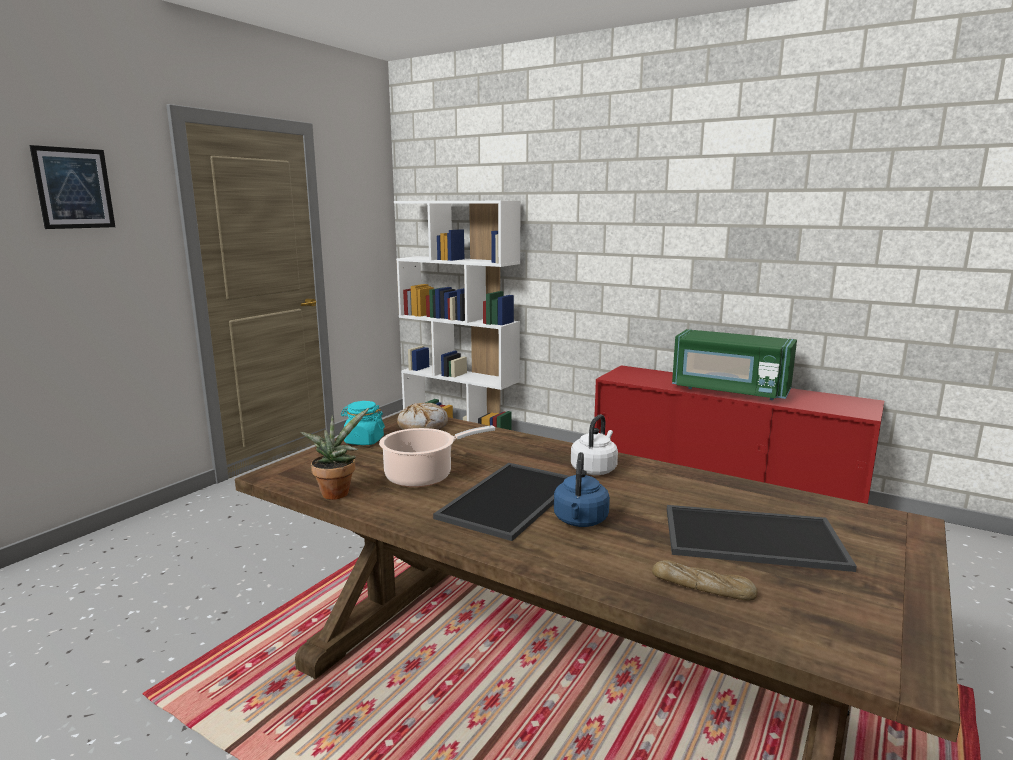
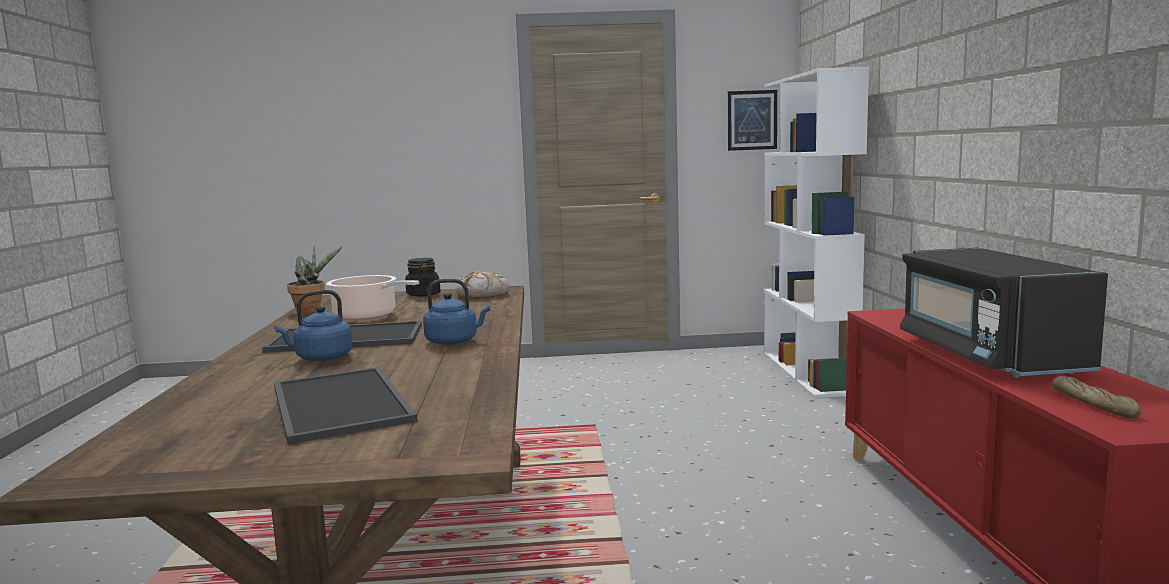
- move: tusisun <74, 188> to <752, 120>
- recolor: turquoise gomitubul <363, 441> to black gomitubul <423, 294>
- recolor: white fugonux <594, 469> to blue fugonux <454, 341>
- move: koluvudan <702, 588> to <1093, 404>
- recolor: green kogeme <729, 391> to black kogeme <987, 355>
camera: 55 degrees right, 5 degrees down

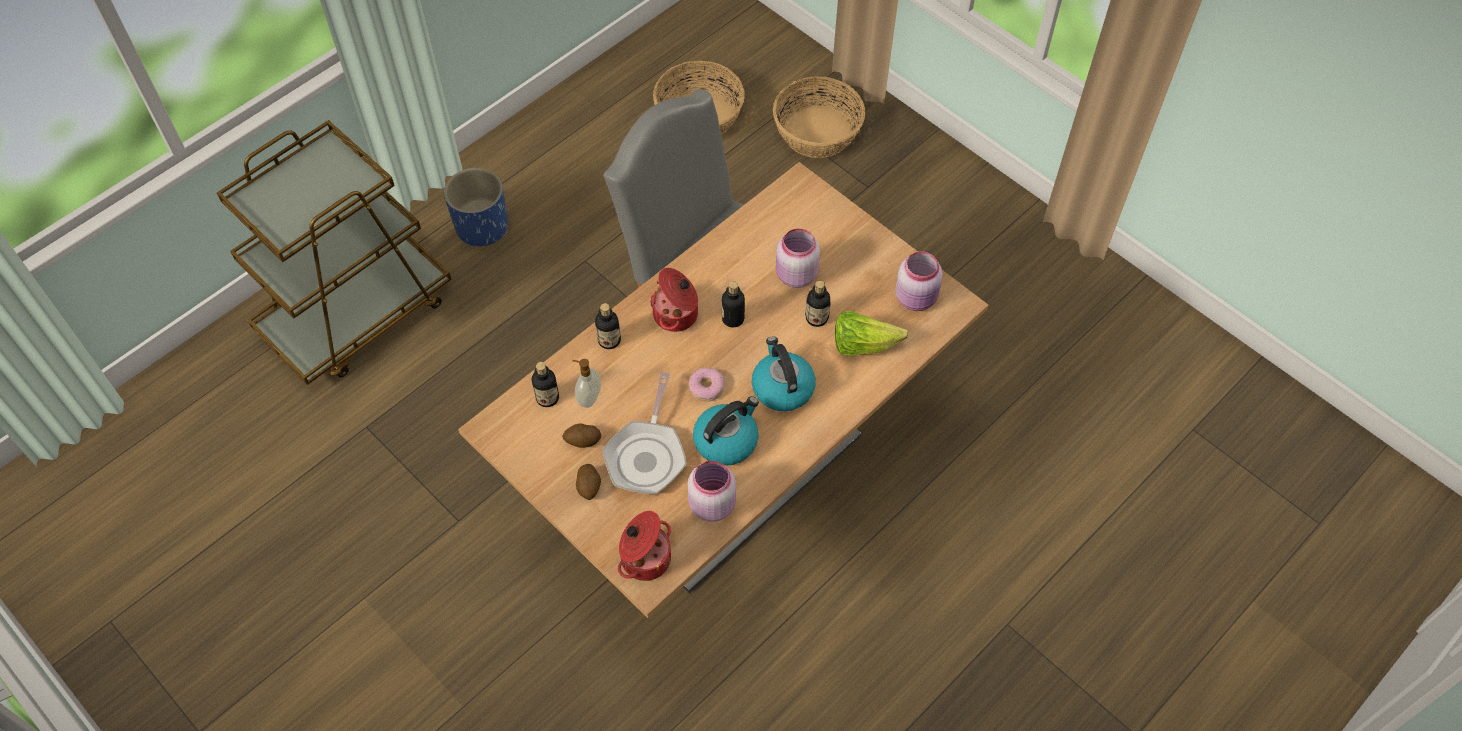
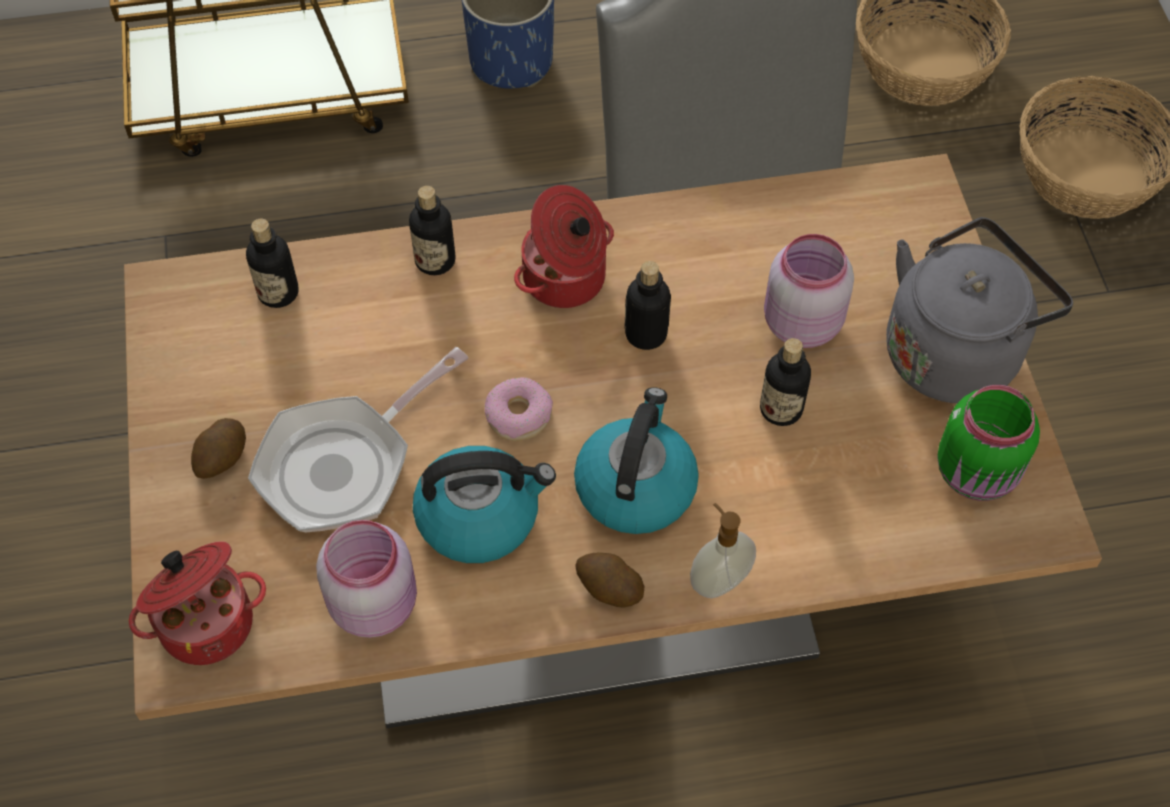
- move: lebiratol <582, 441> to <609, 588>
- move: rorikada <588, 397> to <718, 580>
- delete: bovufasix <863, 345>
- recolor: pink gomitubul <917, 298> to green gomitubul <978, 474>
- insert: grey fugonux <956, 350>
camera: 35 degrees right, 0 degrees up

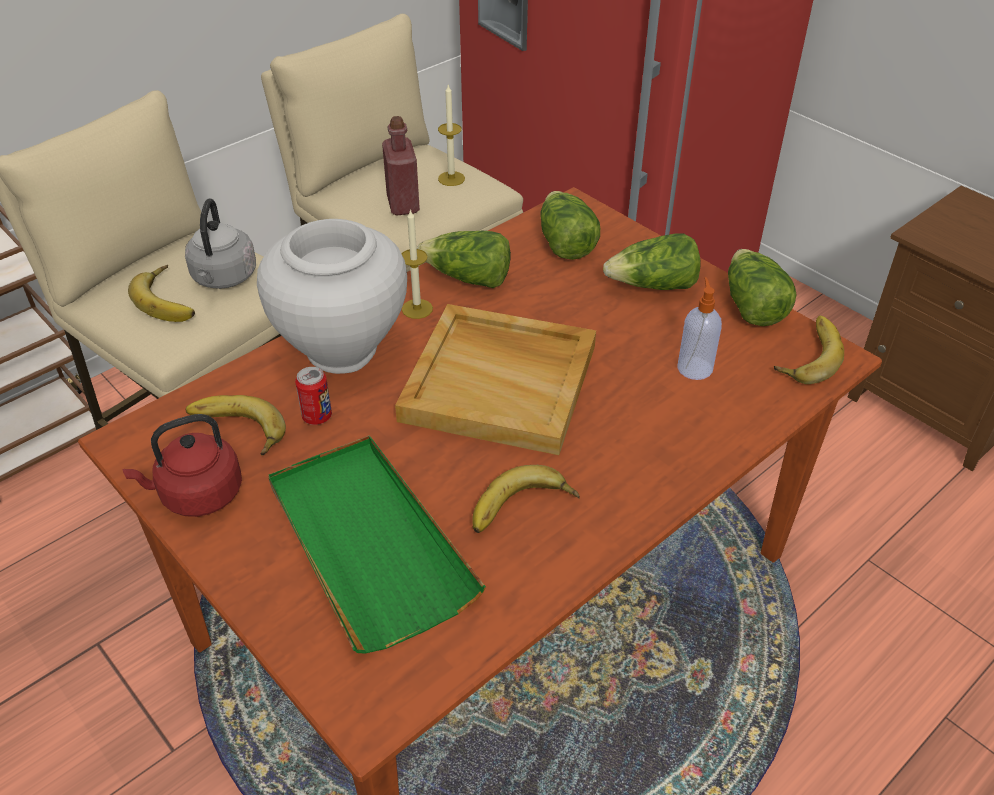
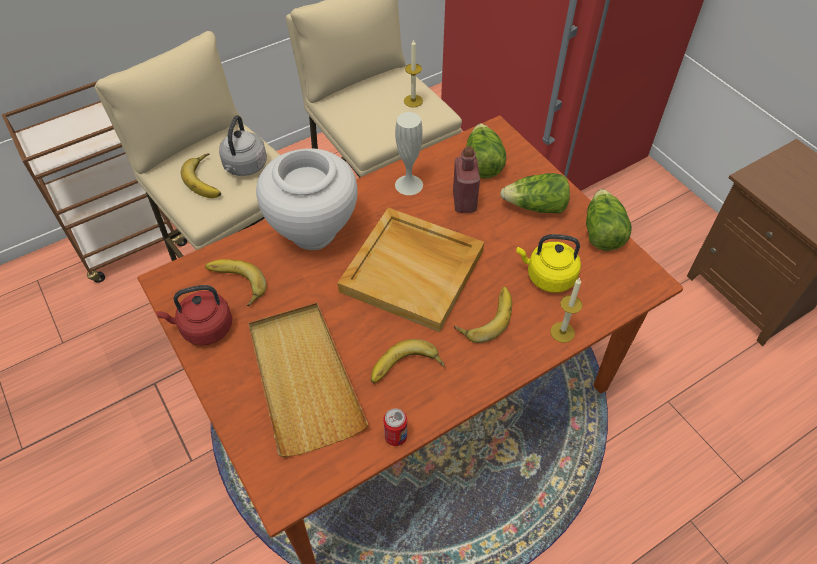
- recolor: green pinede <368, 543> to beige pinede <303, 378>
- move: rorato <317, 417> to <395, 436>
- move: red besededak <403, 204> to <464, 201>
- move: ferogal <417, 309> to <562, 332>
- replace: bovufasix <468, 278> to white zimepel <409, 185>
- replace: rorikada <694, 367> to yellow fugonux <548, 276>
- move: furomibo <806, 354> to <485, 316>
camera: 10 degrees right, 10 degrees up

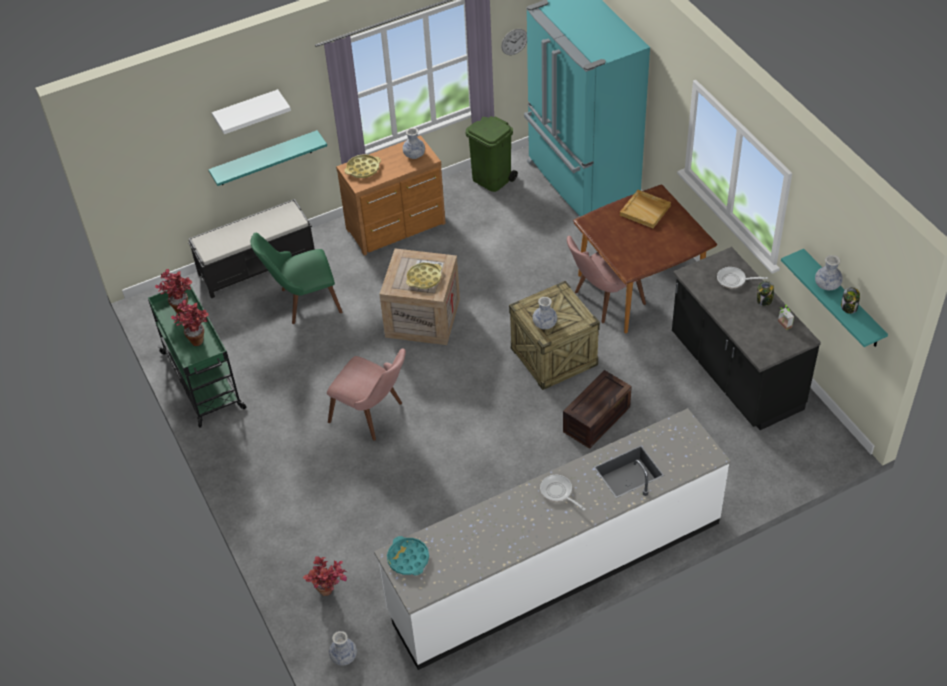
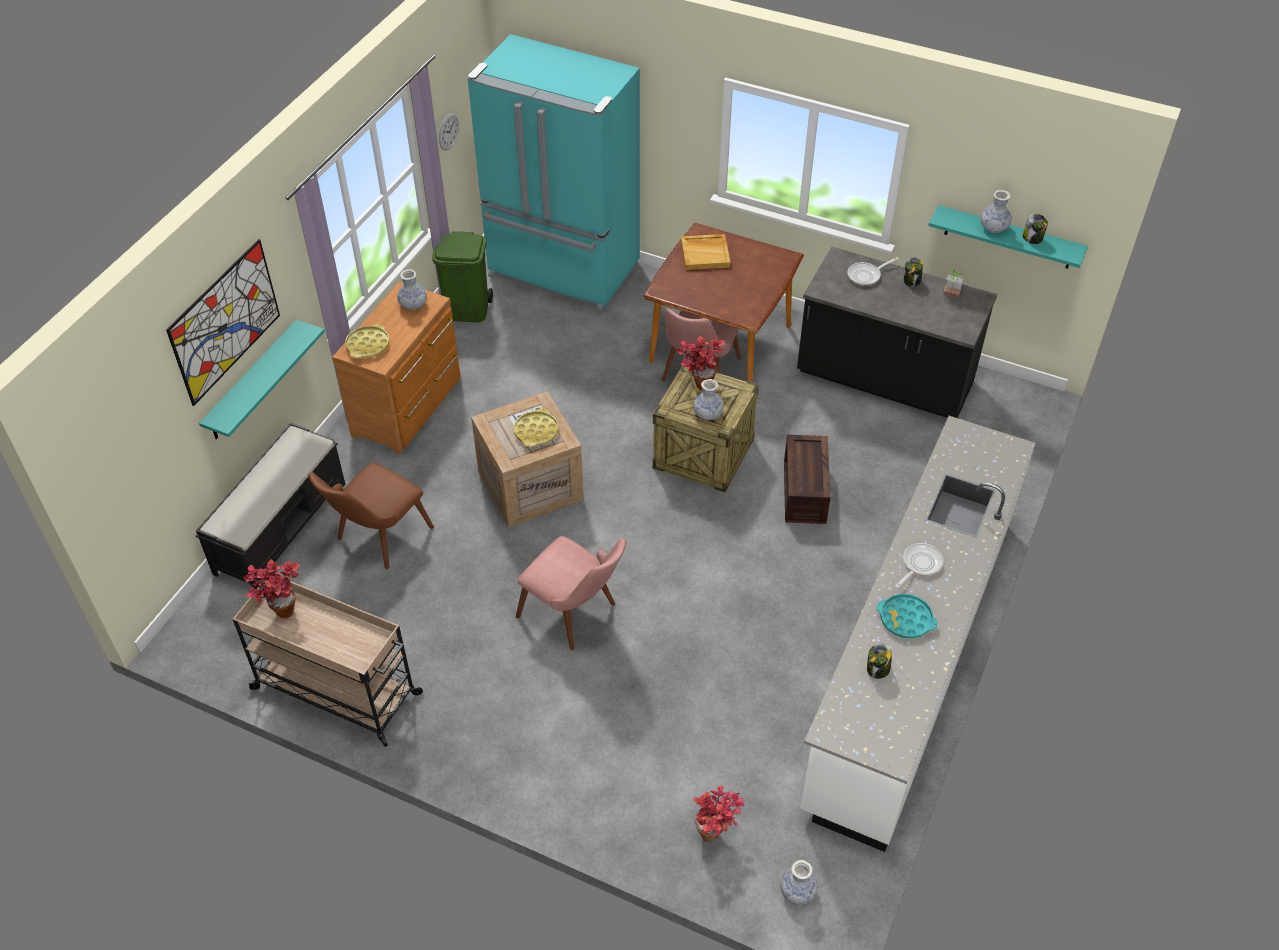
- recolor: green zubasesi <203, 381> to beige zubasesi <338, 692>
- move: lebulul <196, 338> to <698, 383>
- replace: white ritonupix <247, 110> to tusisun <225, 321>
- recolor: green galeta <302, 302> to brown galeta <376, 540>
- rotate: pink galeta <374, 415> = <576, 615> 45 degrees clockwise
- move: turquoise pinede <408, 558> to <906, 619>
- rotate: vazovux <558, 492> = <919, 564> 120 degrees clockwise
- insert: gomitubul <878, 669>
camera: 40 degrees left, 0 degrees up

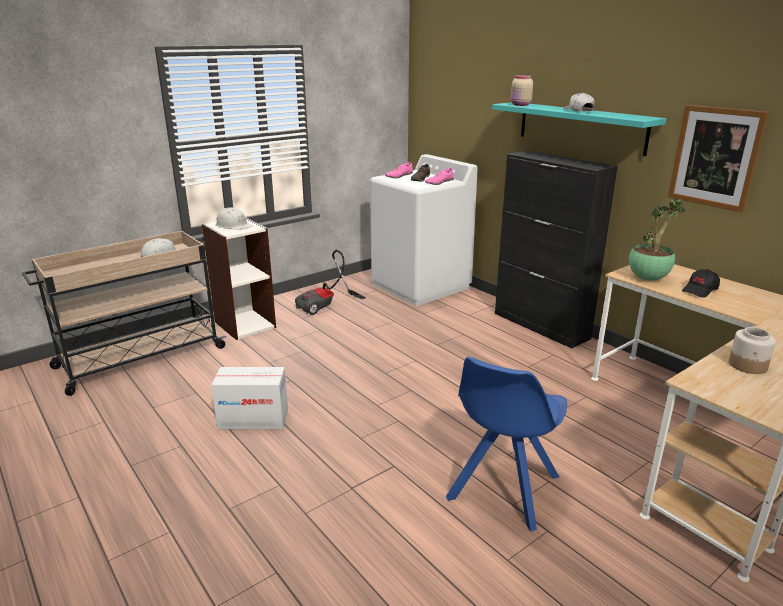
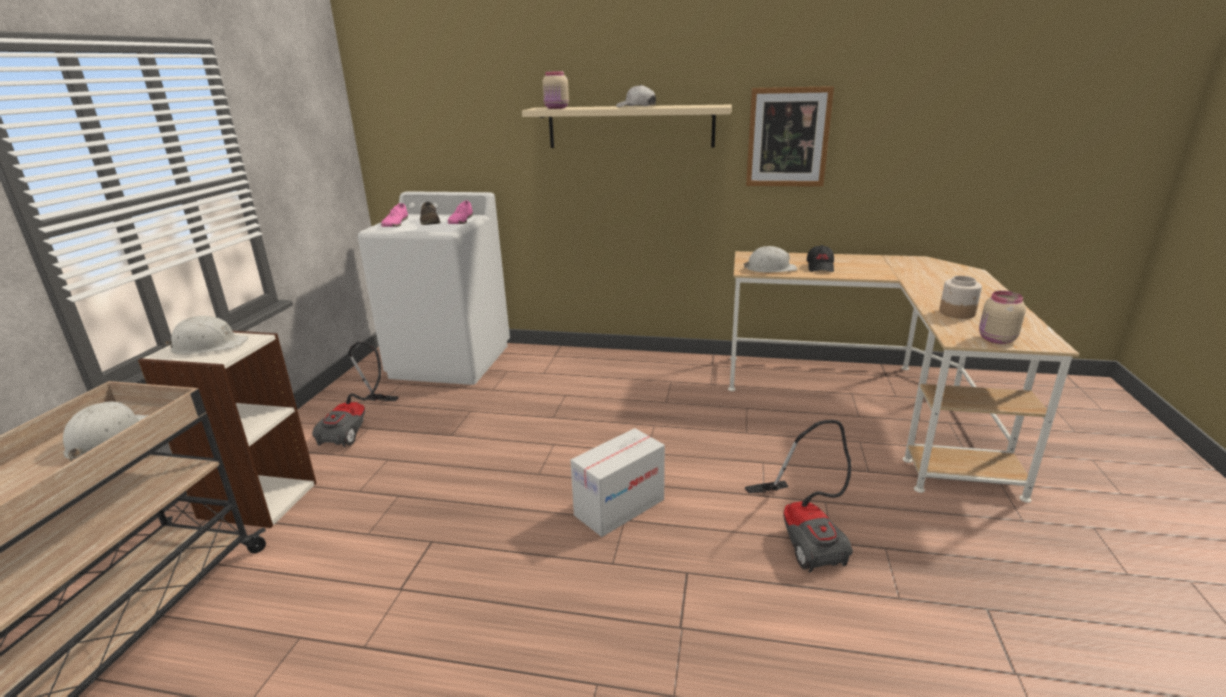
- move: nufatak <253, 419> to <619, 507>
- replace: blue galeta <502, 489> to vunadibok <805, 533>
- recolor: turquoise ritonupix <580, 127> to beige ritonupix <630, 127>
- delete: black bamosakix <541, 326>
- replace: lebulul <648, 278> to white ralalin <770, 268>
- insert: beige gomitubul <995, 339>
camera: 40 degrees left, 0 degrees up

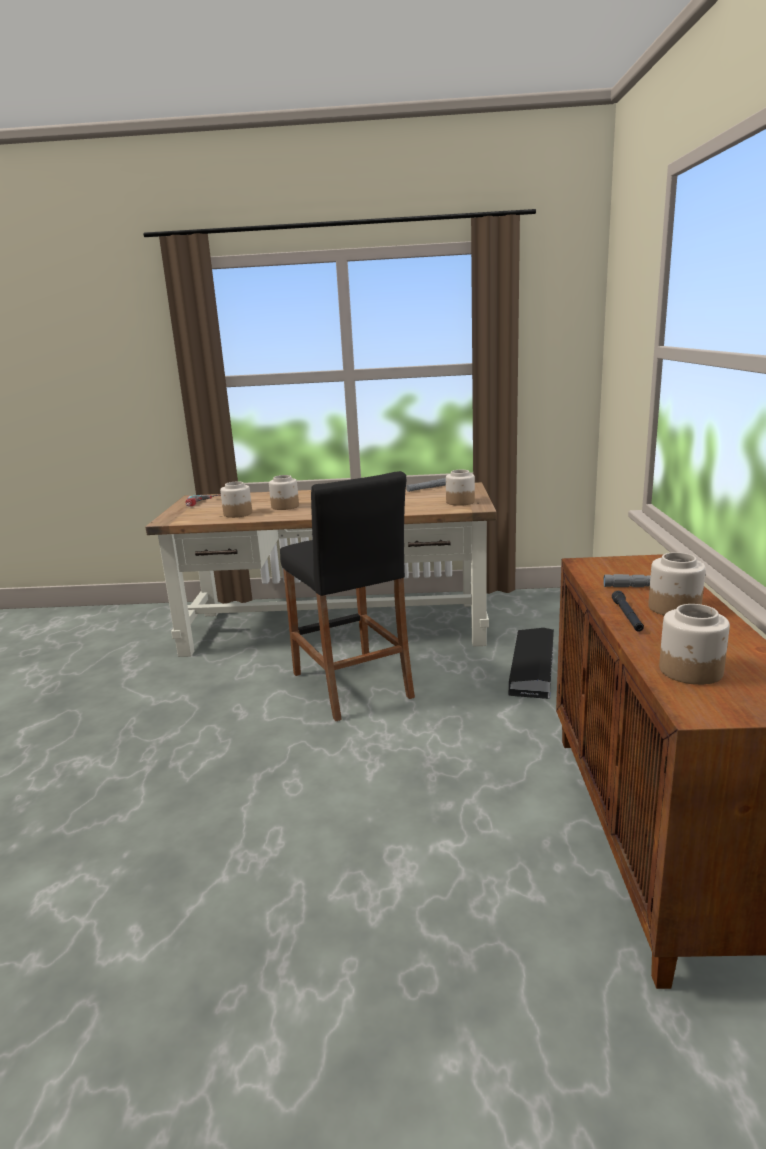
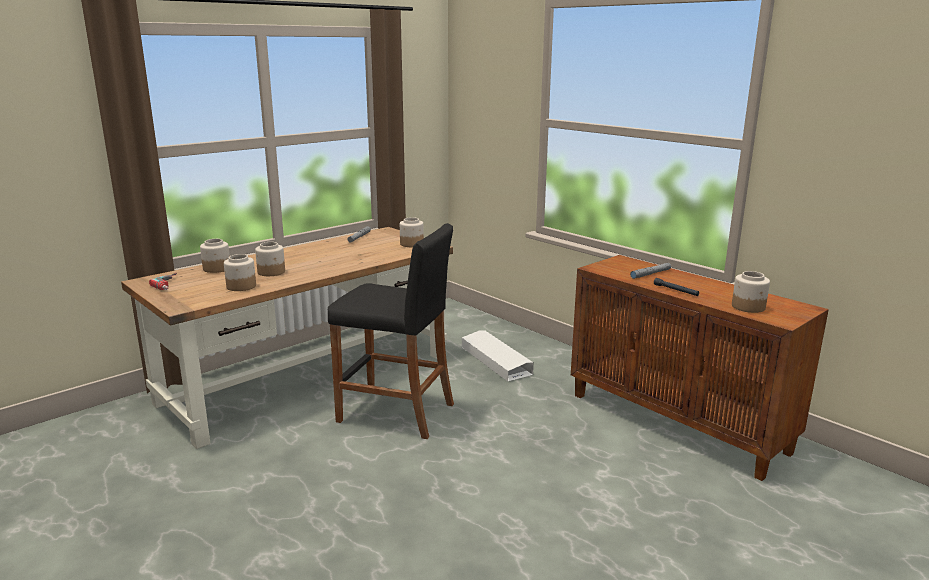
- recolor: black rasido <532, 668> to white rasido <495, 360>
- move: gomitubul <673, 608> to <216, 268>
camera: 45 degrees left, 0 degrees up

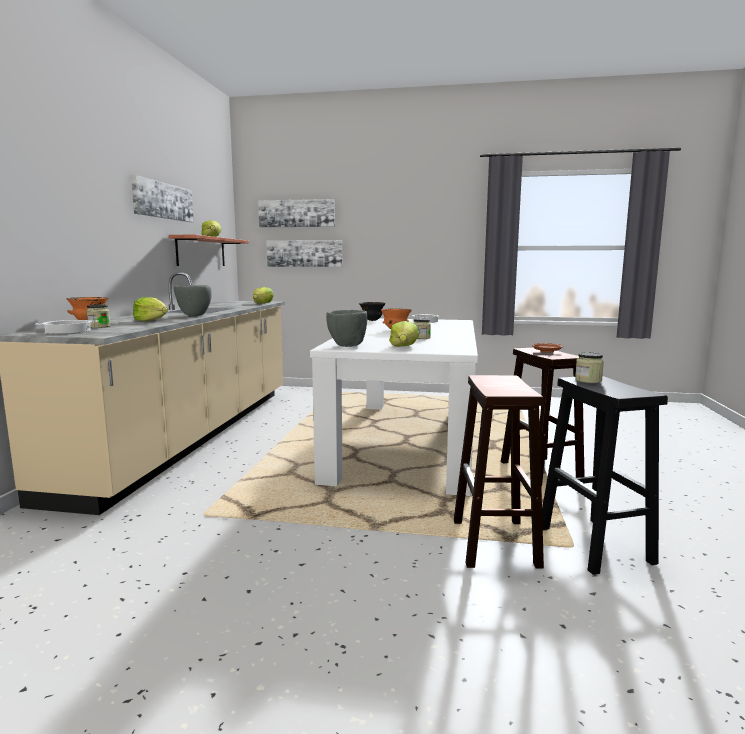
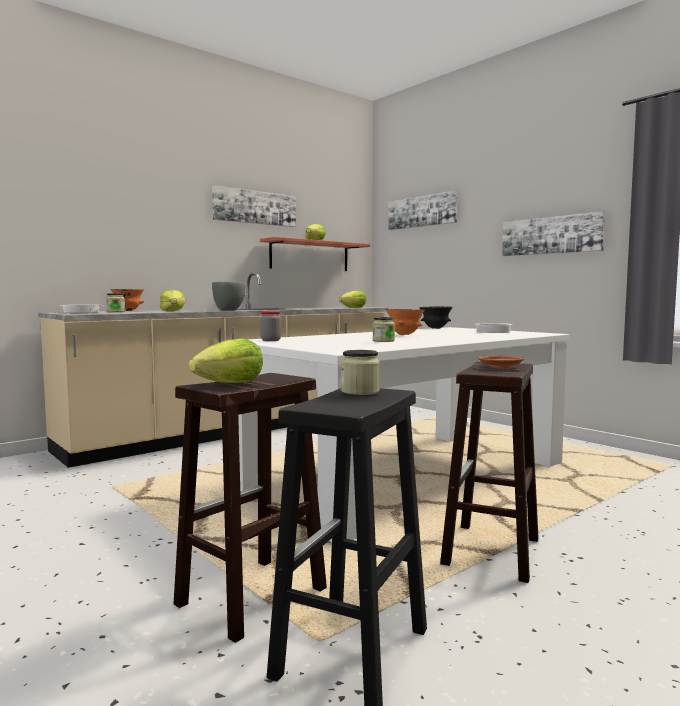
- move: tusisun <304, 253> to <551, 235>
- replace: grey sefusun <347, 346> to gomitubul <270, 340>
- move: bovufasix <404, 347> to <230, 384>
camera: 40 degrees right, 5 degrees down

